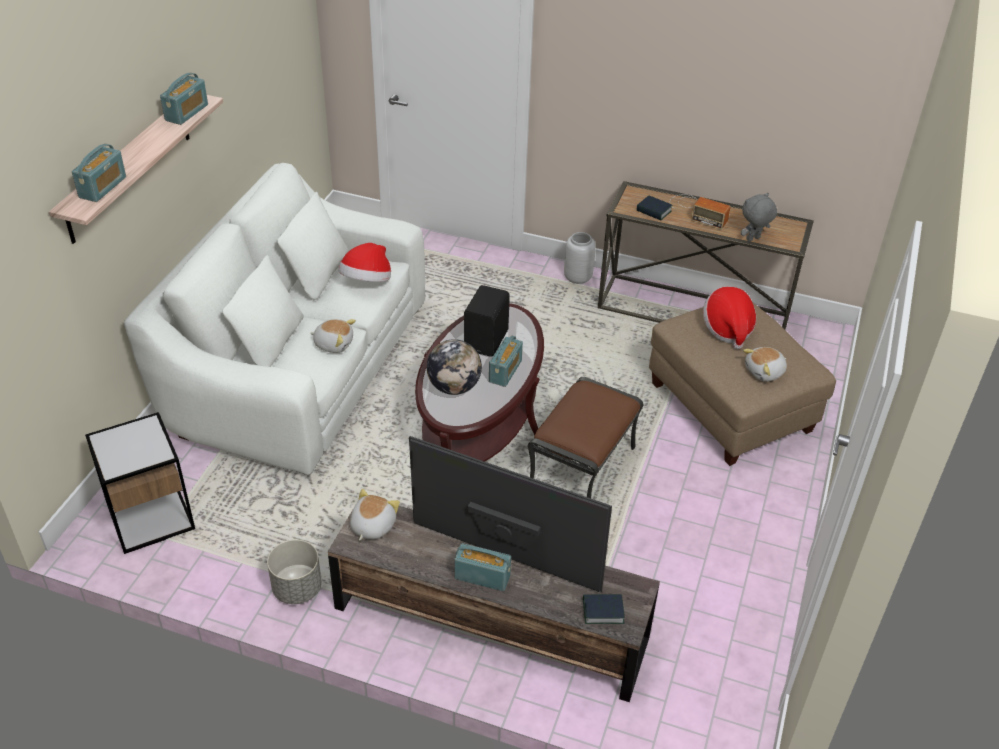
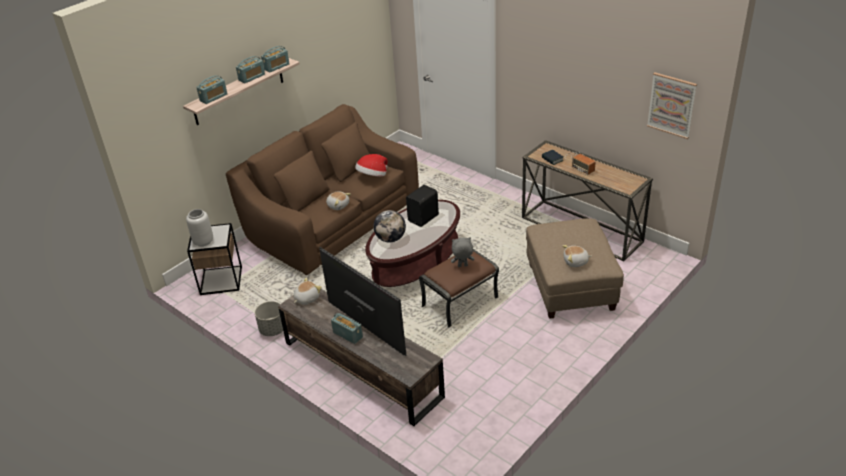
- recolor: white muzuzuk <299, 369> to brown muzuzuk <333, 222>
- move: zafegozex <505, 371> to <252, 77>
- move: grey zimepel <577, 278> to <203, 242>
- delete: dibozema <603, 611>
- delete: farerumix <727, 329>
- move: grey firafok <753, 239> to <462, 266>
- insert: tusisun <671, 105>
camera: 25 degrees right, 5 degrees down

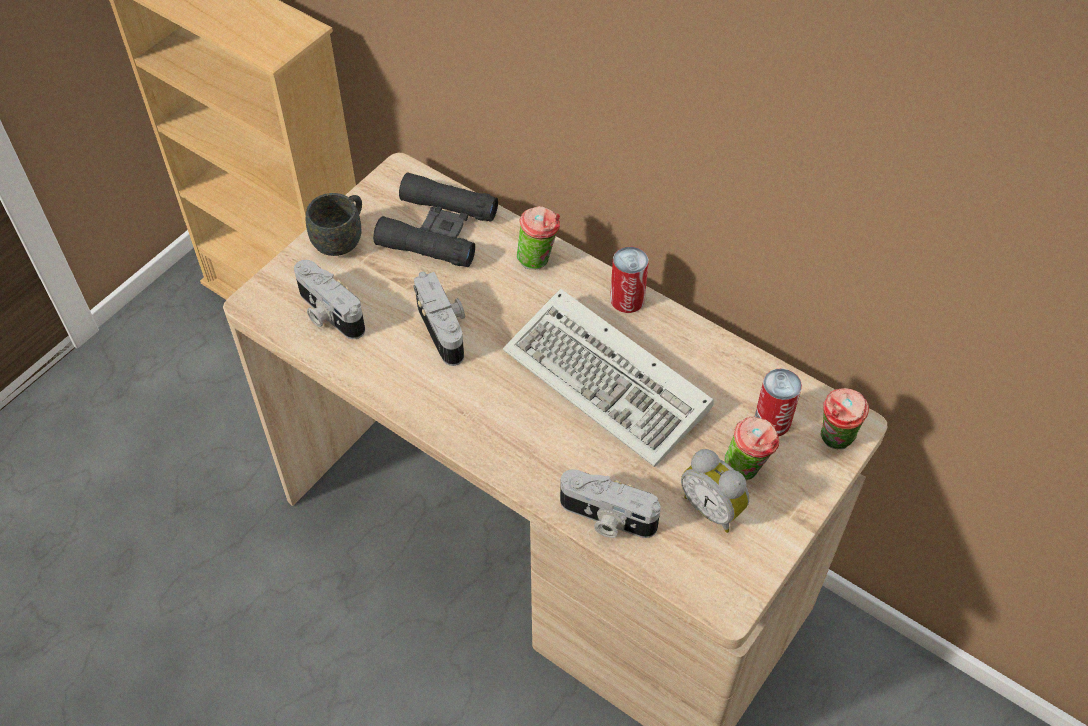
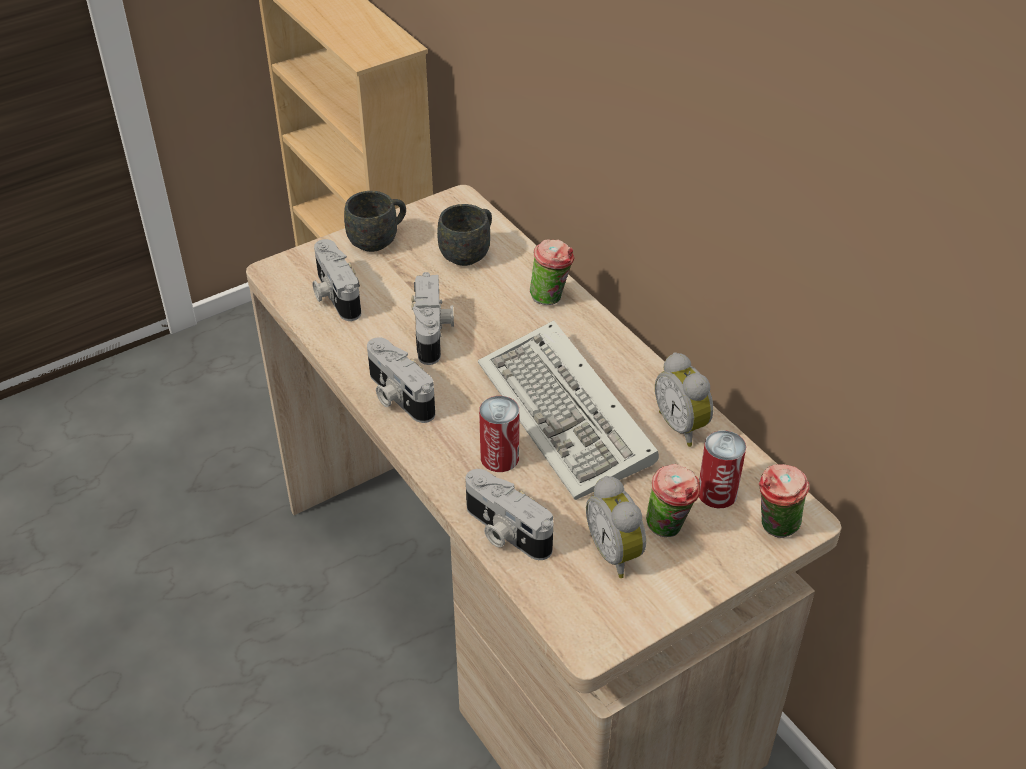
- replace: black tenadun <437, 229> to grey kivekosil <469, 252>
- move: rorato <627, 299> to <499, 457>
- insert: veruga <397, 396>
- insert: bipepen <683, 426>
camera: 20 degrees right, 10 degrees down

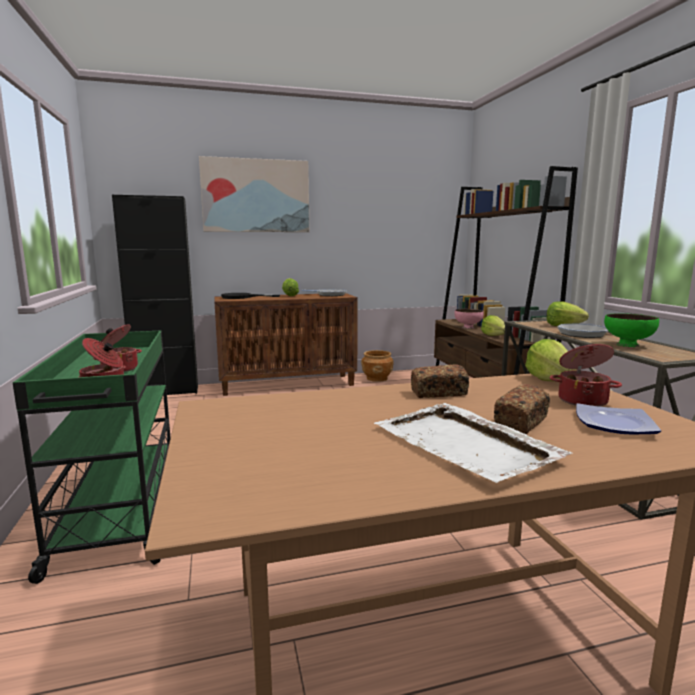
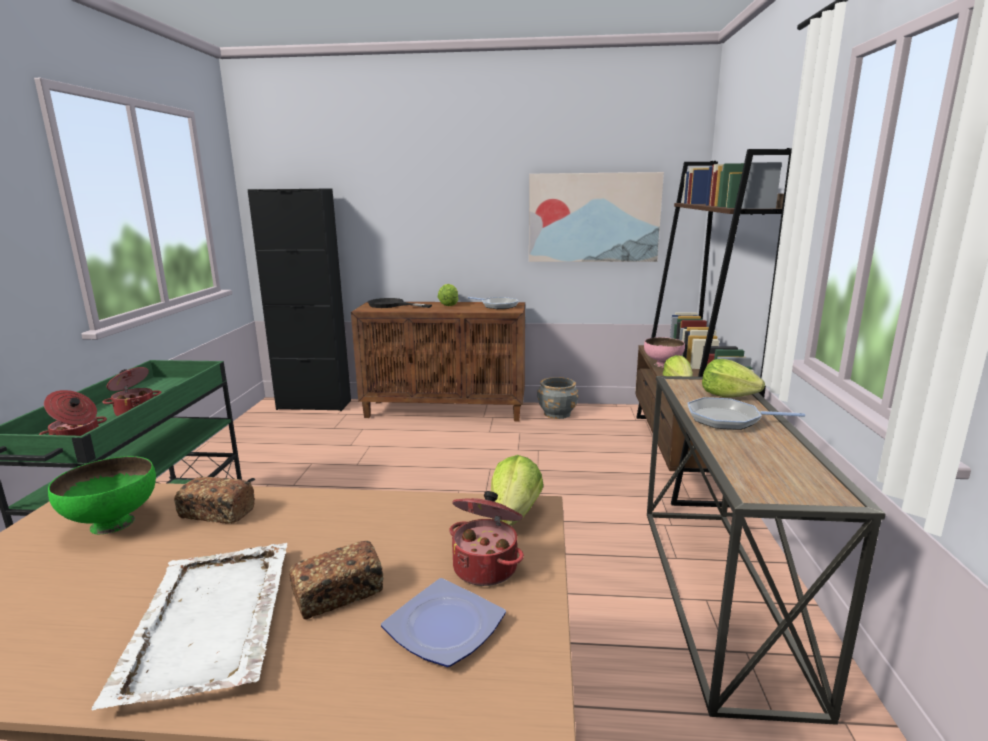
- move: tusisun <256, 196> to <593, 217>
- recolor: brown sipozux <377, 378> to grey sipozux <557, 414>
- move: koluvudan <438, 393> to <217, 513>
- move: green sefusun <628, 345> to <113, 524>
camera: 20 degrees right, 5 degrees up

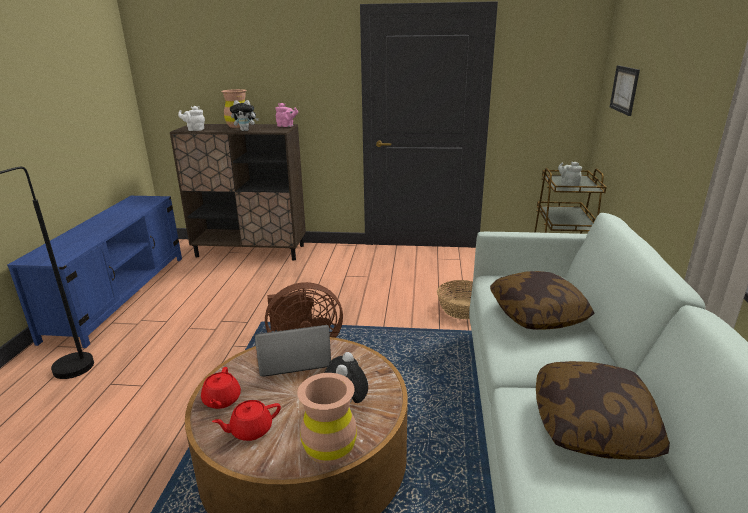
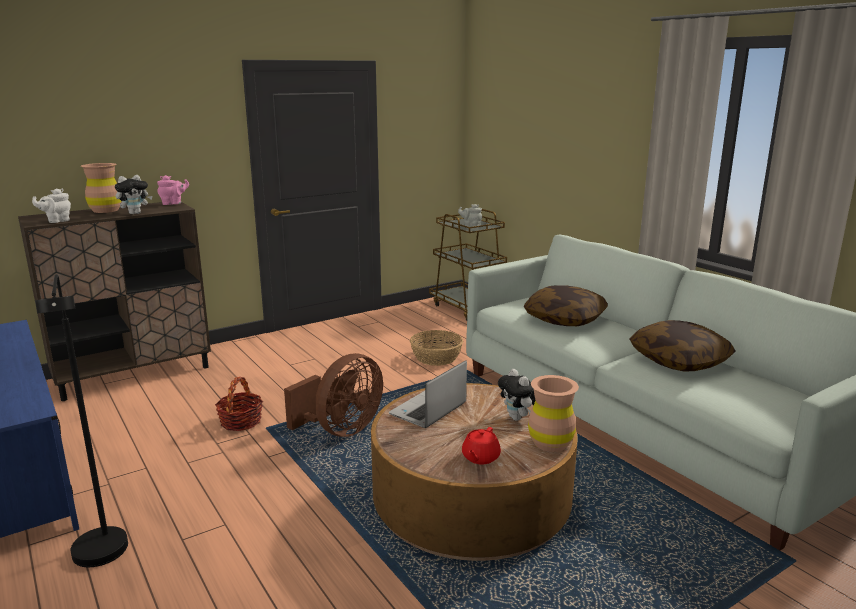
- delete: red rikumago <221, 400>
- delete: tusisun <624, 89>
- insert: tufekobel <241, 422>
camera: 40 degrees left, 5 degrees down

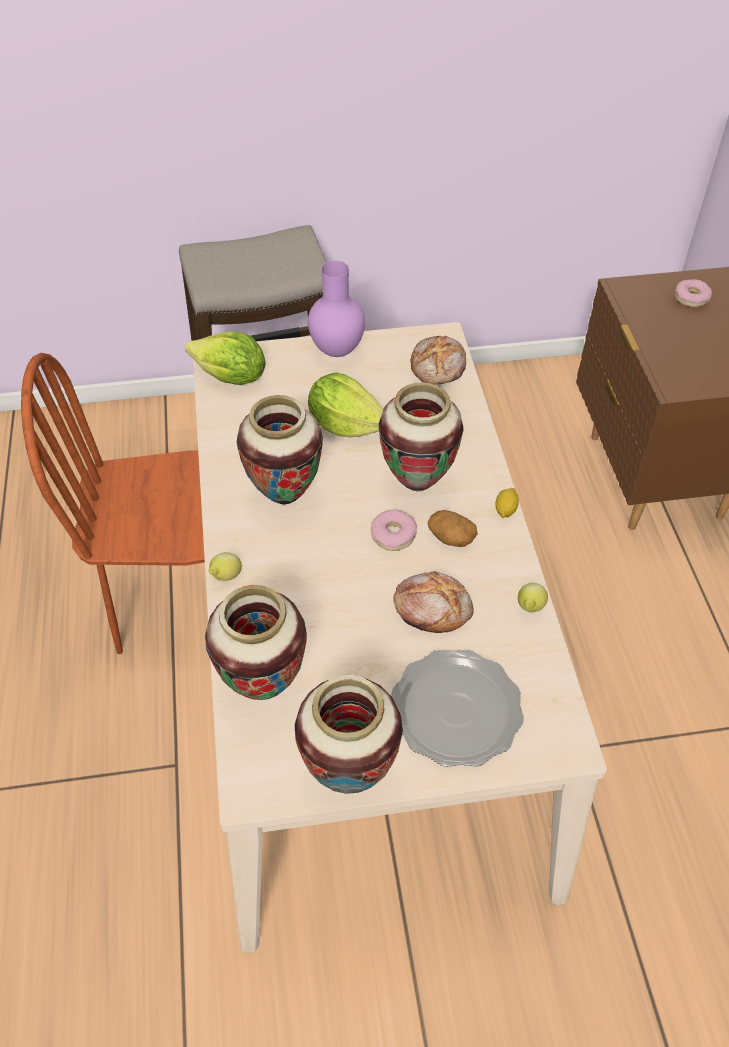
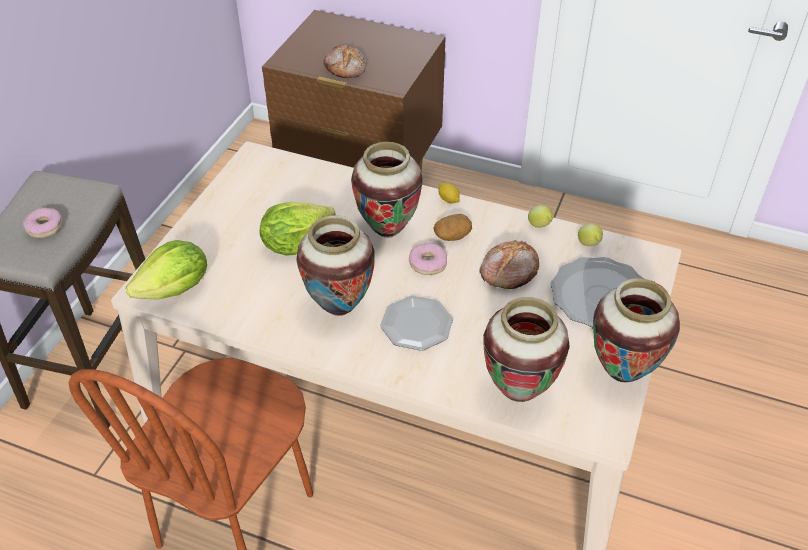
- move: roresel <225, 577> to <589, 245>
- delete: purple zimepel <336, 351>
- move: koluvudan <439, 367> to <346, 68>
- move: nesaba <691, 298> to <44, 227>
- insert: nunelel <416, 325>
camera: 60 degrees left, 5 degrees down

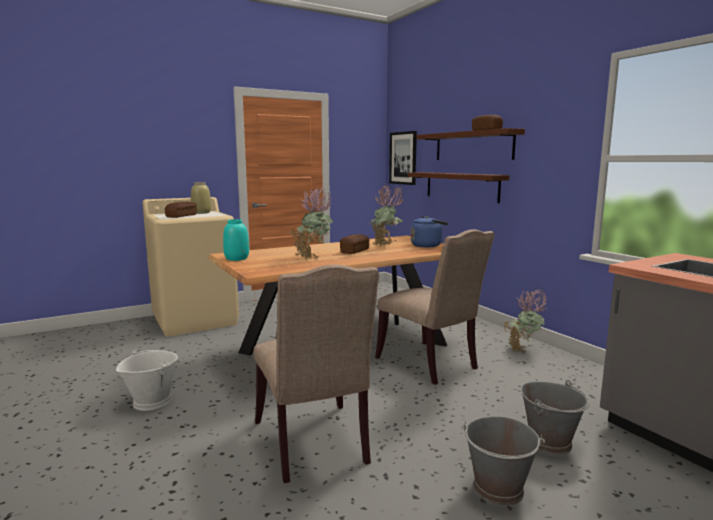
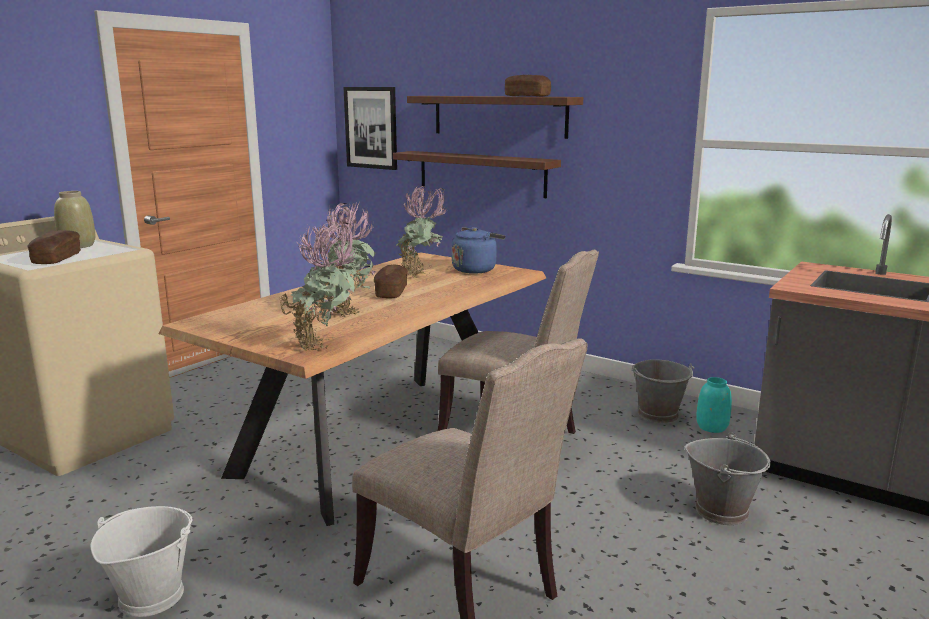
- move: turquoise zimepel <236, 258> to <711, 427>
- move: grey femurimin <499, 489> to <658, 414>
- move: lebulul <523, 349> to <324, 345>
camera: 25 degrees left, 5 degrees up

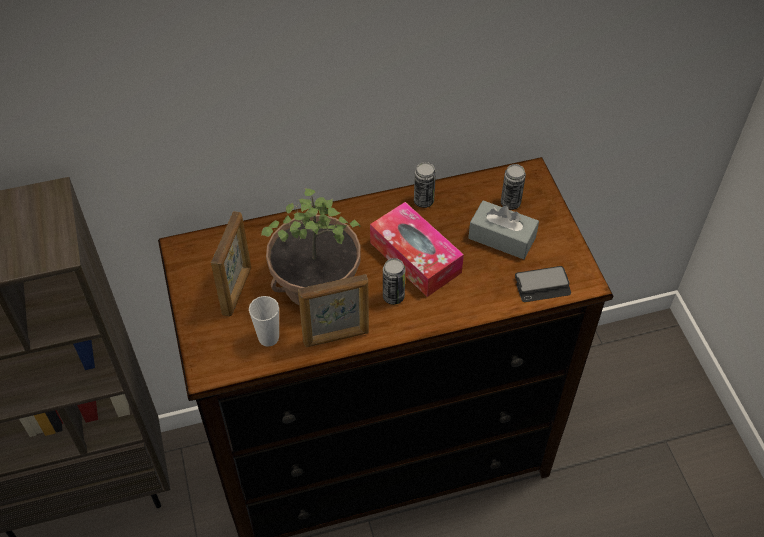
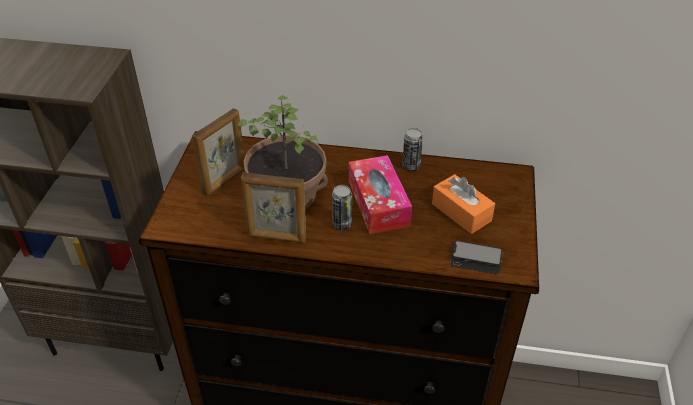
- delete: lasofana <268, 338>
- recolor: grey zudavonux <502, 238> to orange zudavonux <461, 212>
- delete: rorato <510, 203>
camera: 25 degrees right, 10 degrees down

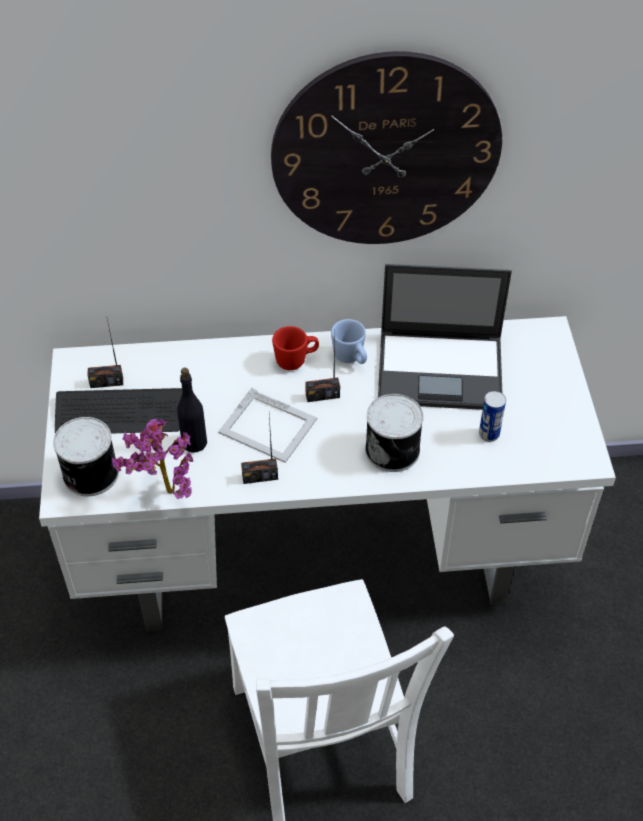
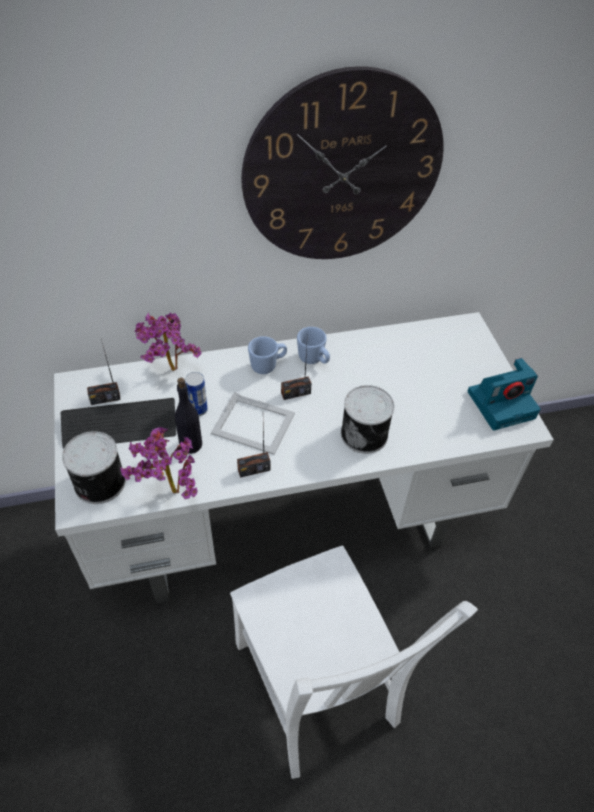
- recolor: red kivekosil <296, 360> to blue kivekosil <268, 365>
- delete: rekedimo <442, 370>
- move: rorato <489, 434> to <198, 410>
- insert: lebulul <169, 372>
- insert: veruga <502, 404>
camera: 10 degrees left, 0 degrees up

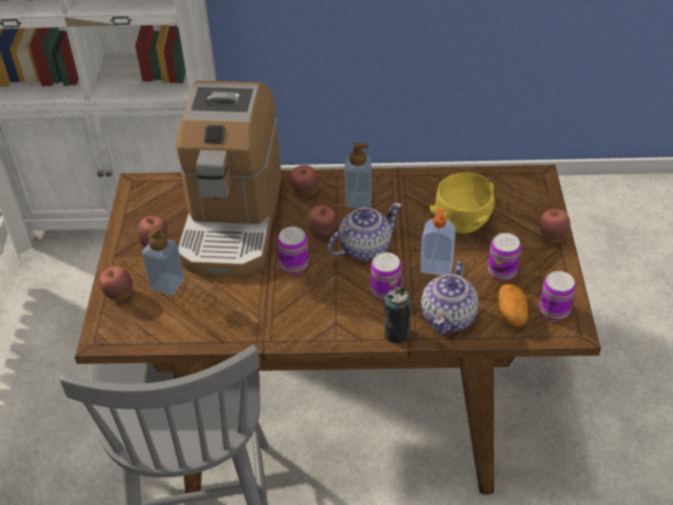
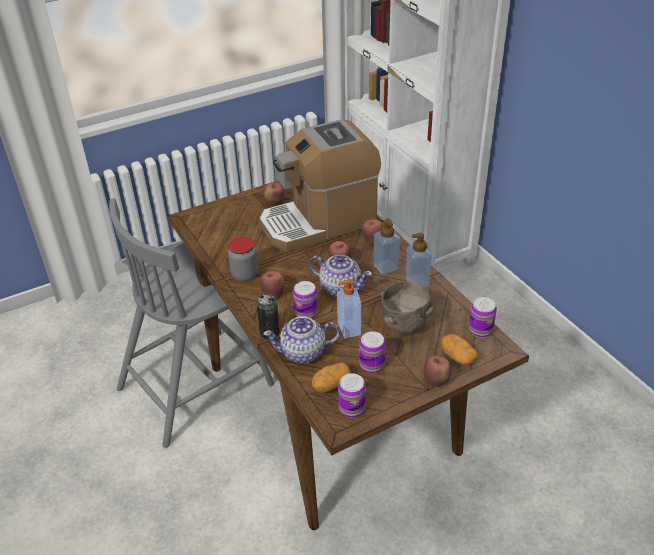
- move: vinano <119, 295> to <273, 294>
- move: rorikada <167, 284> to <417, 282>
- move: rorato <294, 265> to <480, 330>
- recolor: yellow sefusun <461, 226> to brown sefusun <404, 326>
- insert: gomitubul <244, 275>
- insert: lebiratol <457, 357>
camera: 60 degrees right, 5 degrees down

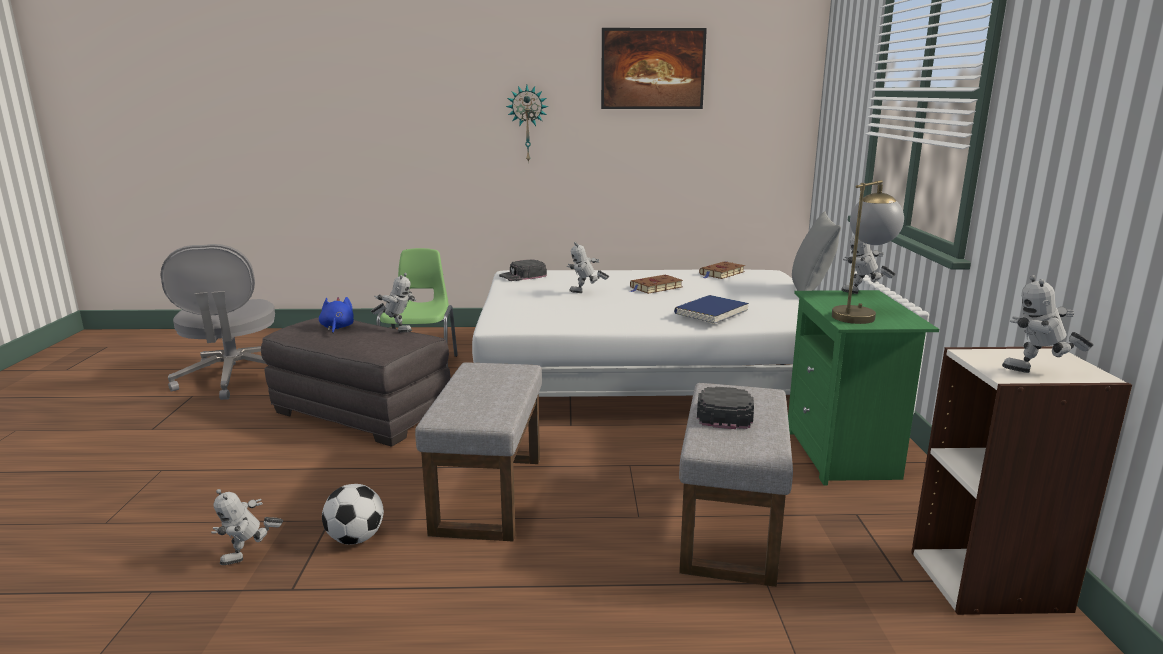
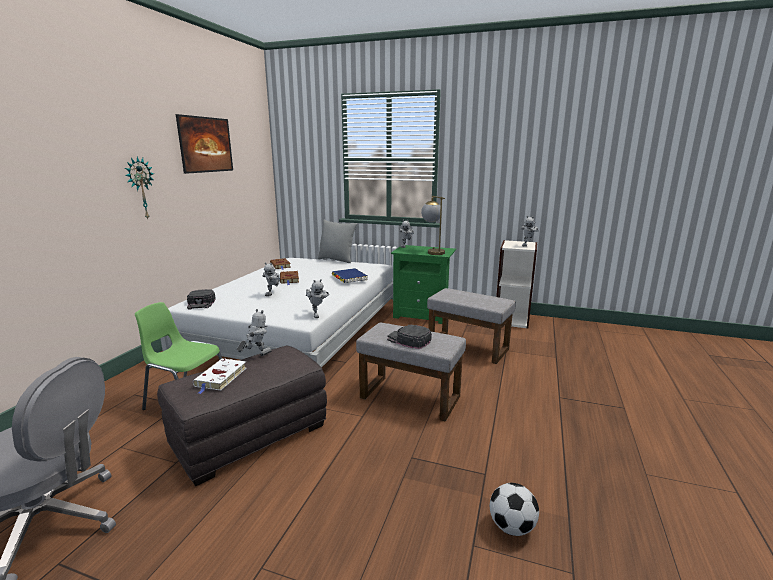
- move: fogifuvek <250, 558> to <316, 314>
- replace: blue firafok <337, 327> to white dibozema <220, 378>
- move: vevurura <355, 539> to <511, 527>
- move: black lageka <724, 412> to <409, 340>
camera: 70 degrees left, 0 degrees up

